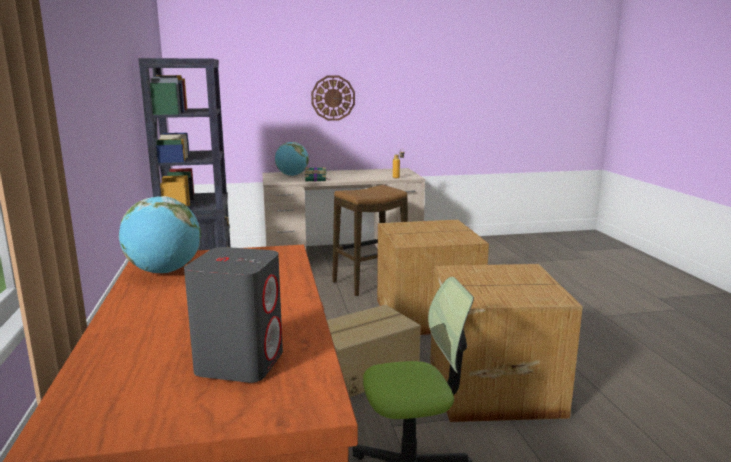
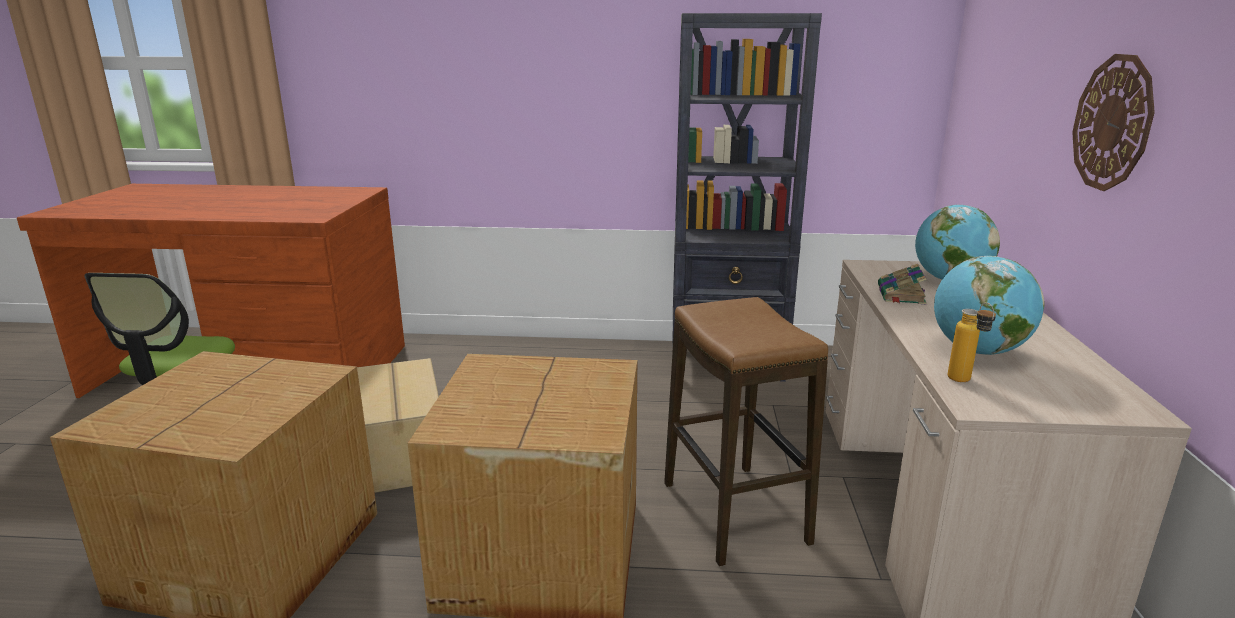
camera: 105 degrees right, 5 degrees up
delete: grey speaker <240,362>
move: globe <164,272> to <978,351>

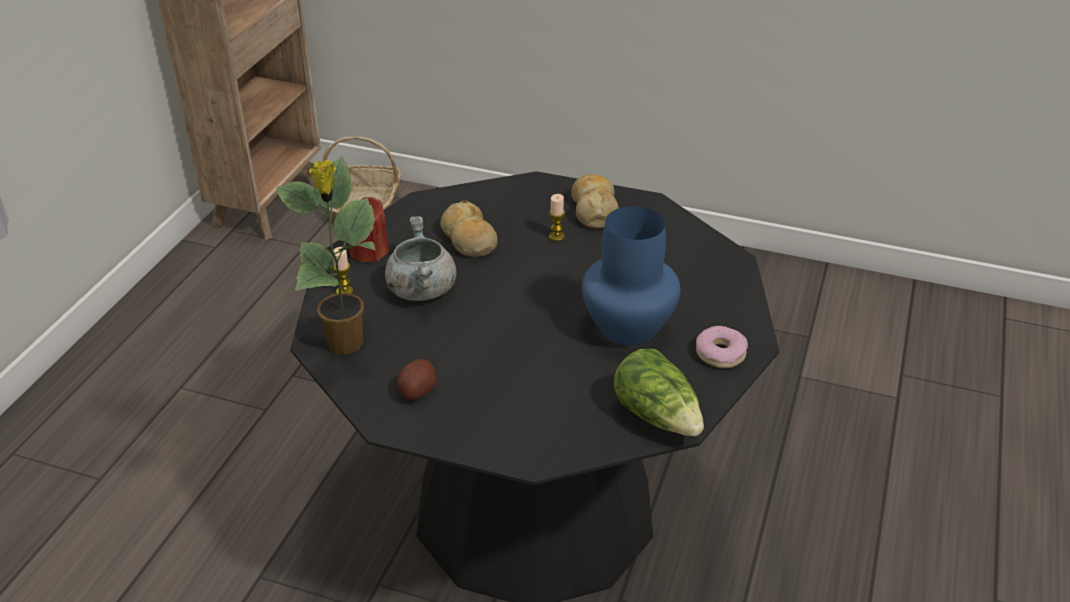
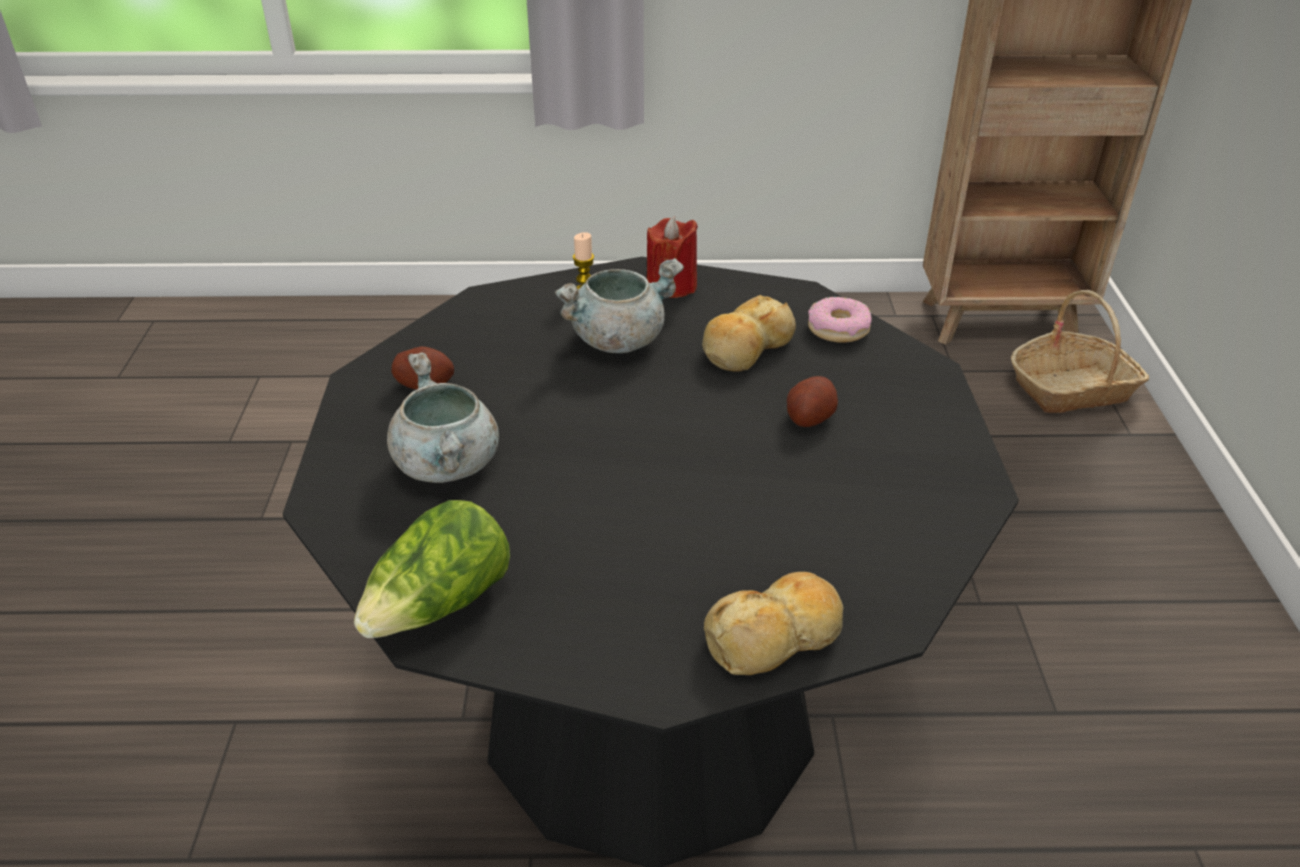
camera: 70 degrees right, 0 degrees up
delete: potted plant <346,345>; blue vase <627,326>
insert: grey cooking pot <449,465>
move: bread <594,209> to <776,637>; donut <720,353> to <838,329>
replace: candle <556,236> to potato <809,417>

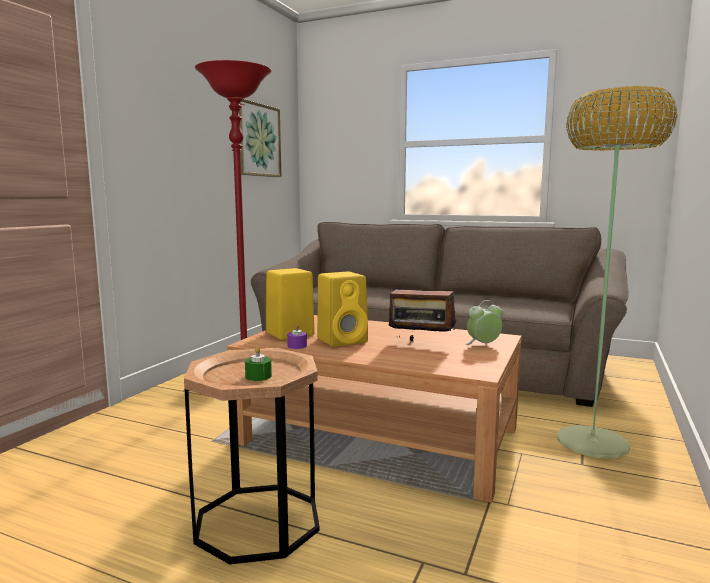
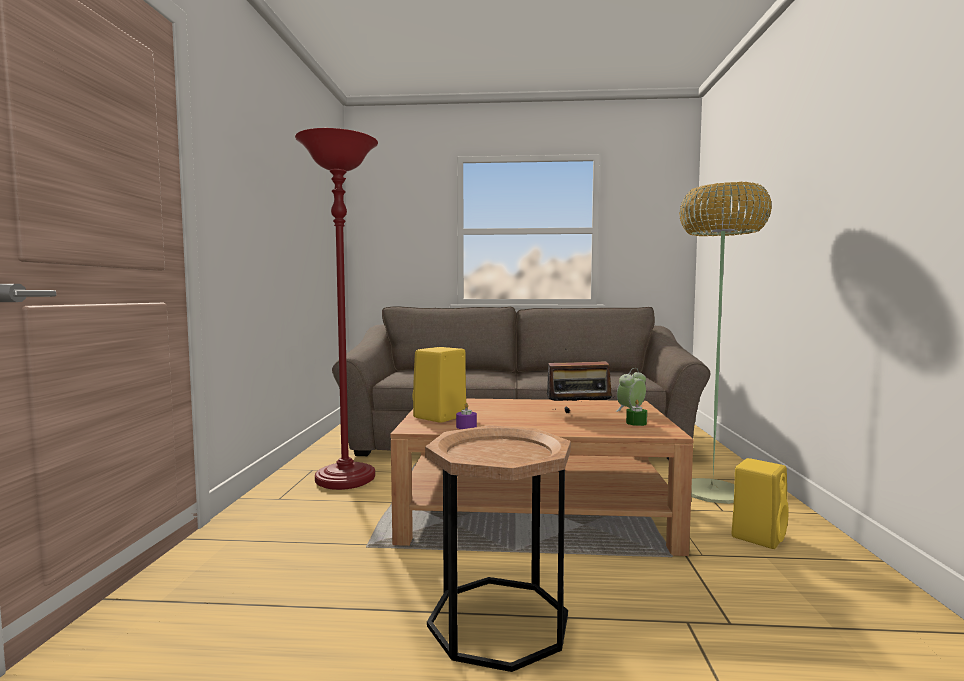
camera: 20 degrees left, 5 degrees down
delete: picture <257,140>
move: green candle <258,376> to <636,423>; yellow speaker <343,340> to <758,535>

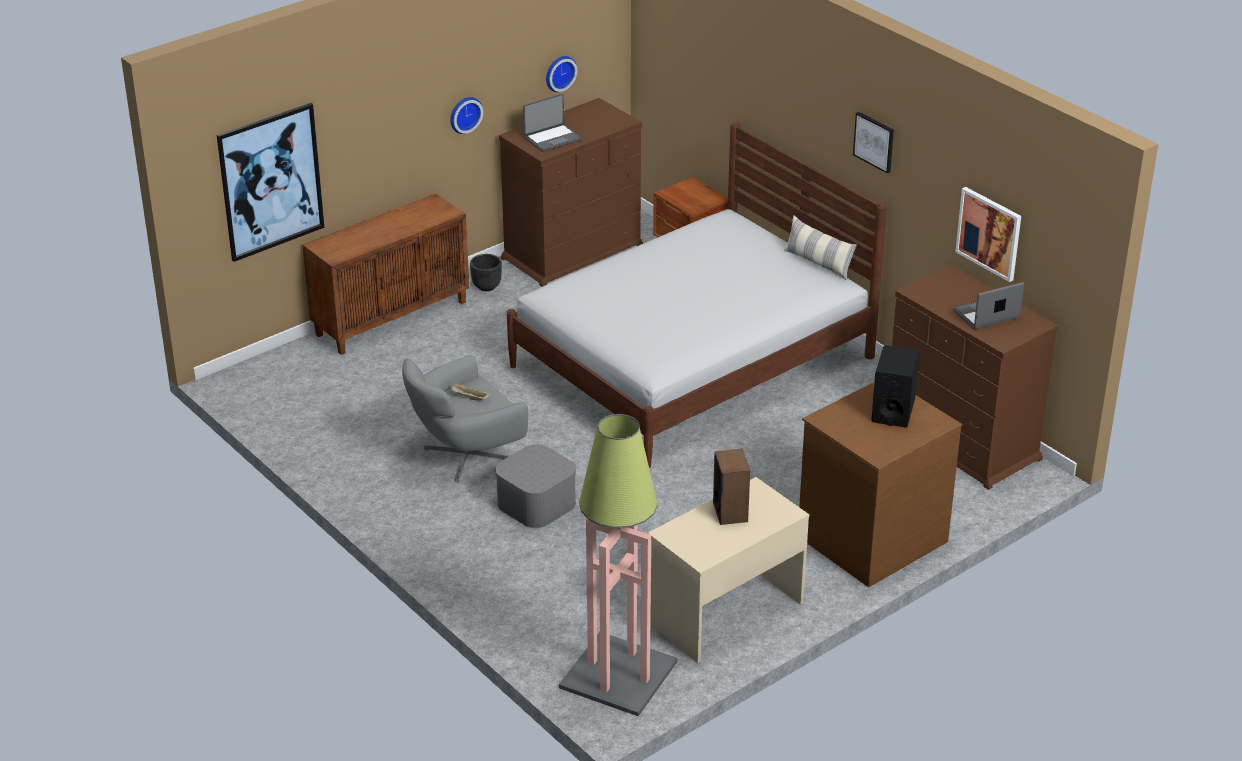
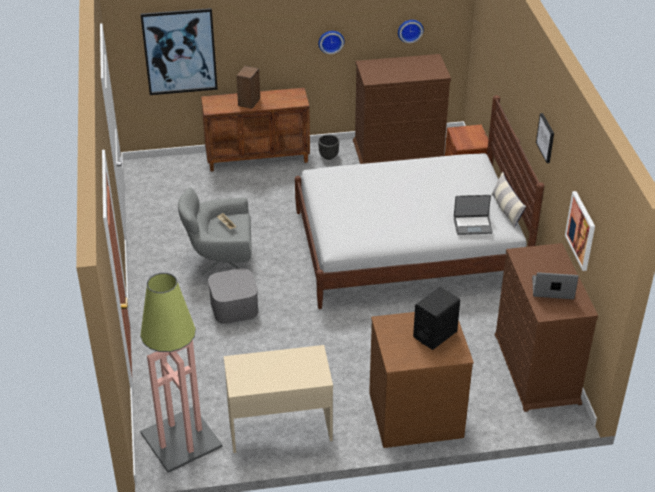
camera: 30 degrees right, 5 degrees up
move: laptop <552,138> to <472,225>; speaker <730,512> to <249,102>

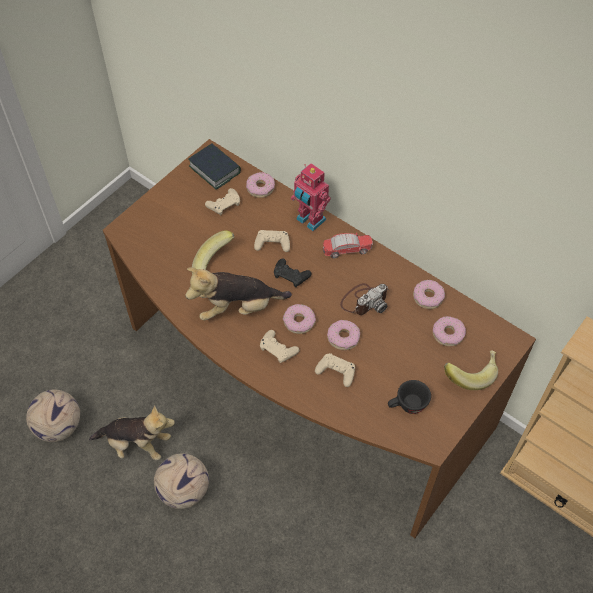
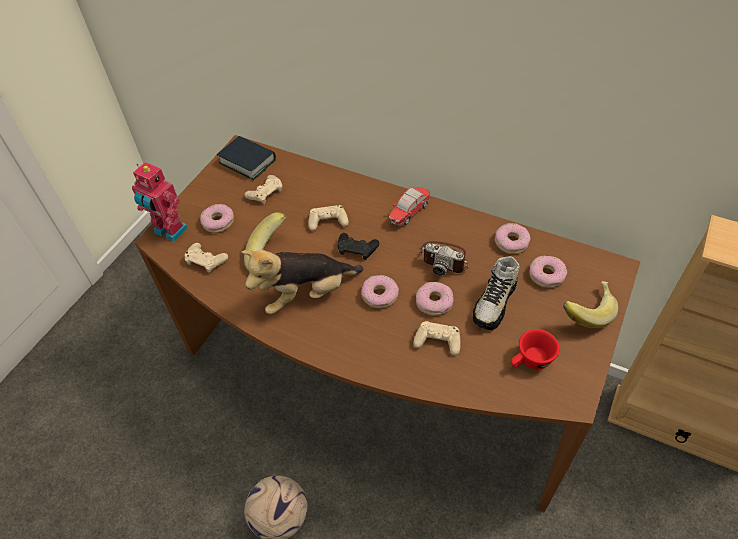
camera: 10 degrees left, 5 degrees down
delete: football <58,427>; plush toy <136,444>
insert: shoe <494,303>
move: donut <260,188> to <218,222>; beige game controller <278,349> to <206,260>; toy robot <309,220> to <169,231>
recolor: black cup <407,405> to red cup <530,361>
rotate: toy car <346,250> = <409,213> 150 degrees clockwise; photo camera <364,300> = <444,259> 75 degrees clockwise

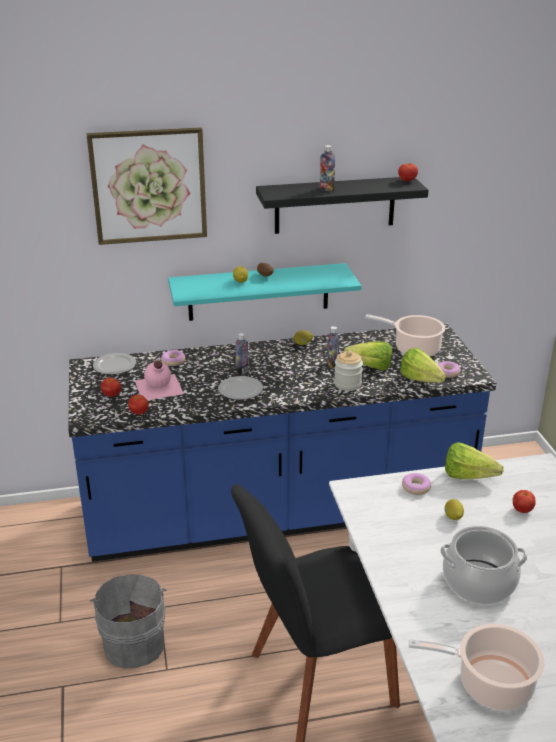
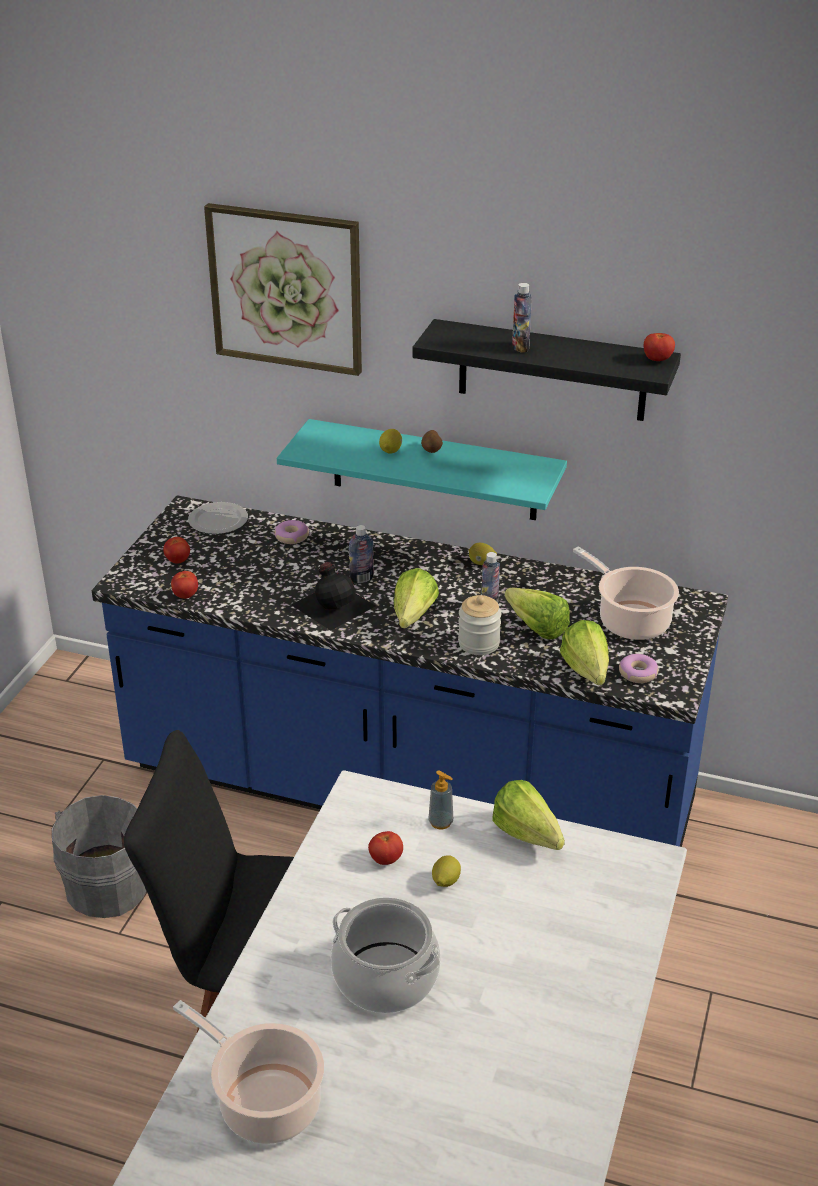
camera: 30 degrees right, 5 degrees up
delete: pink bottle <158,387>
insert: lettuce <410,620>
move: tomato <522,510> to <386,859>
replace: plate <240,389> to black bottle <333,604>; donut <416,487> to soap dispenser <440,822>

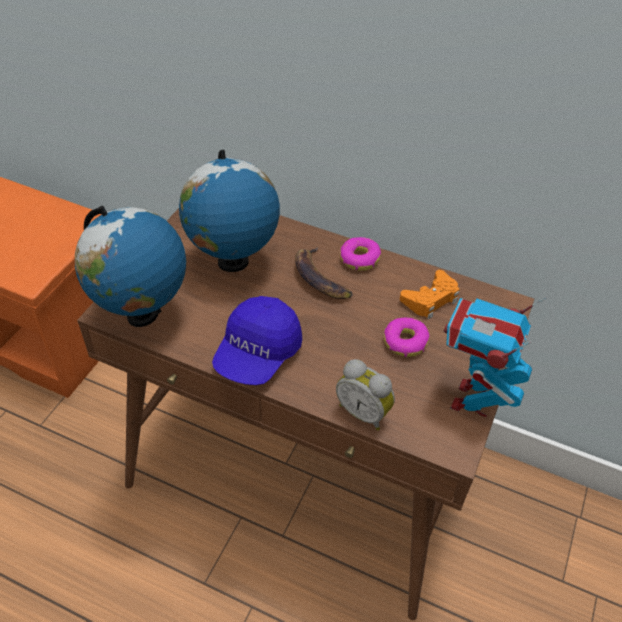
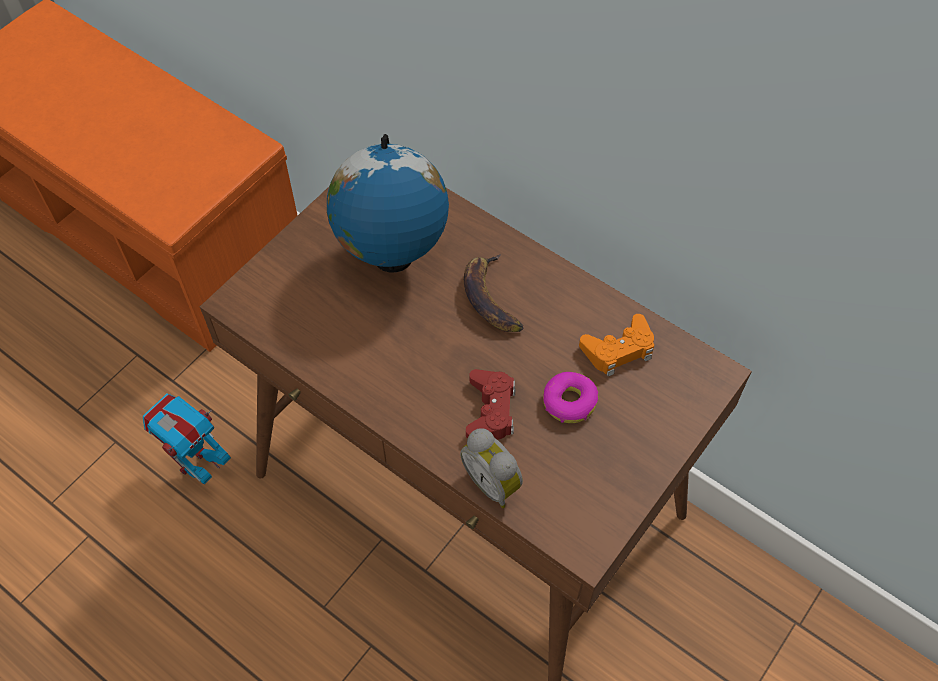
camera: 15 degrees right, 10 degrees up
delete: globe <142,315>; blue cap <257,354>; donut <359,259>
insert: red game controller <491,410>
move: toy robot <472,400> to <200,467>

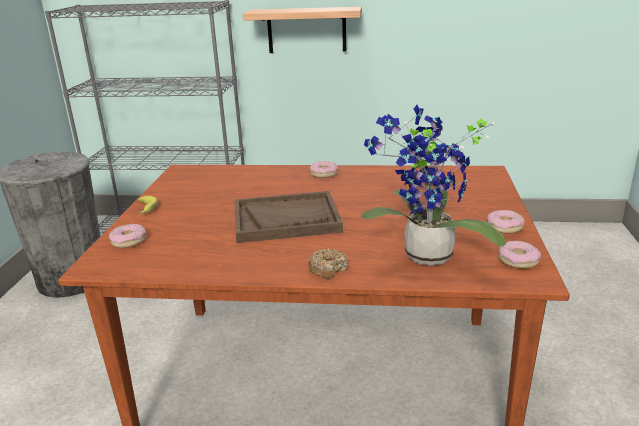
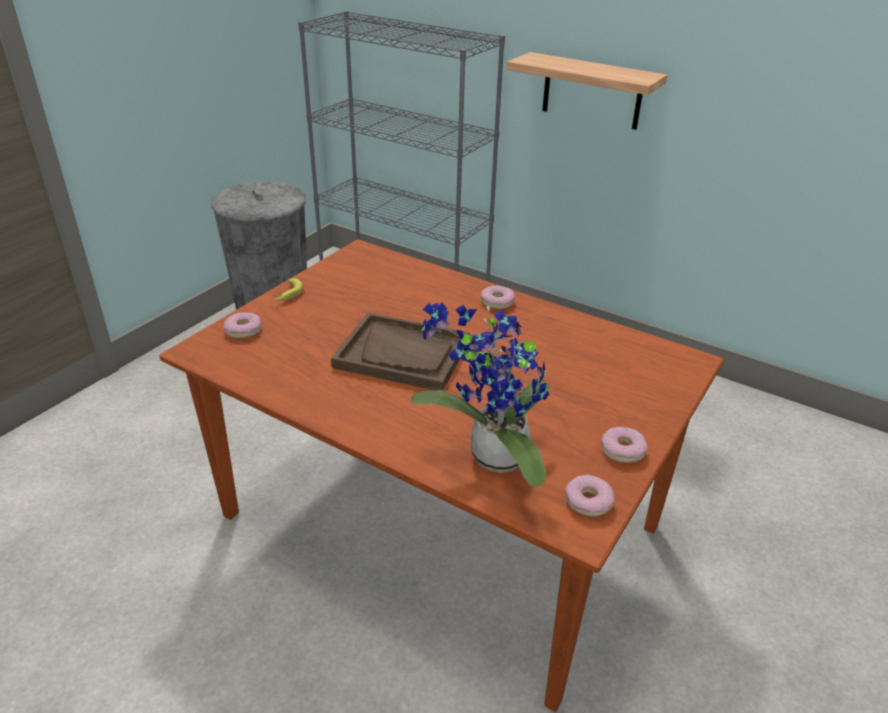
camera: 25 degrees right, 10 degrees up
delete: donut <328,269>

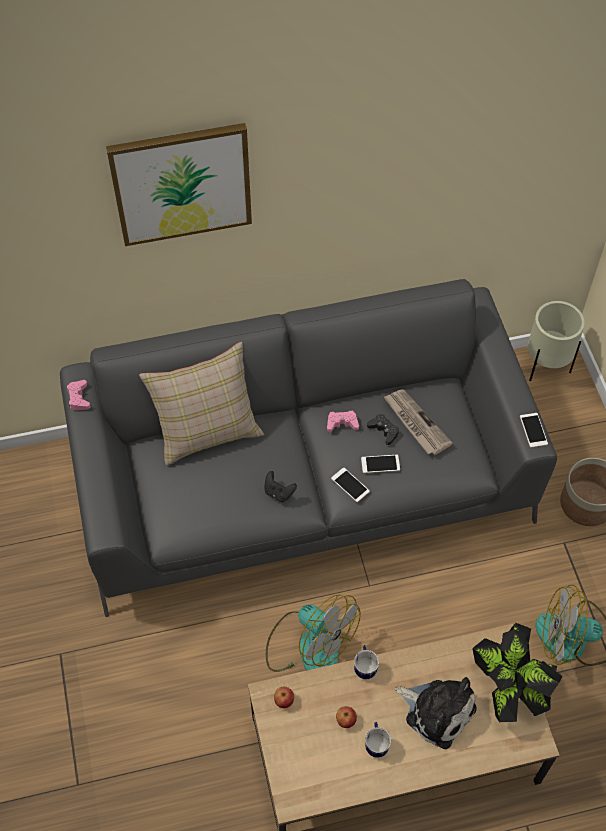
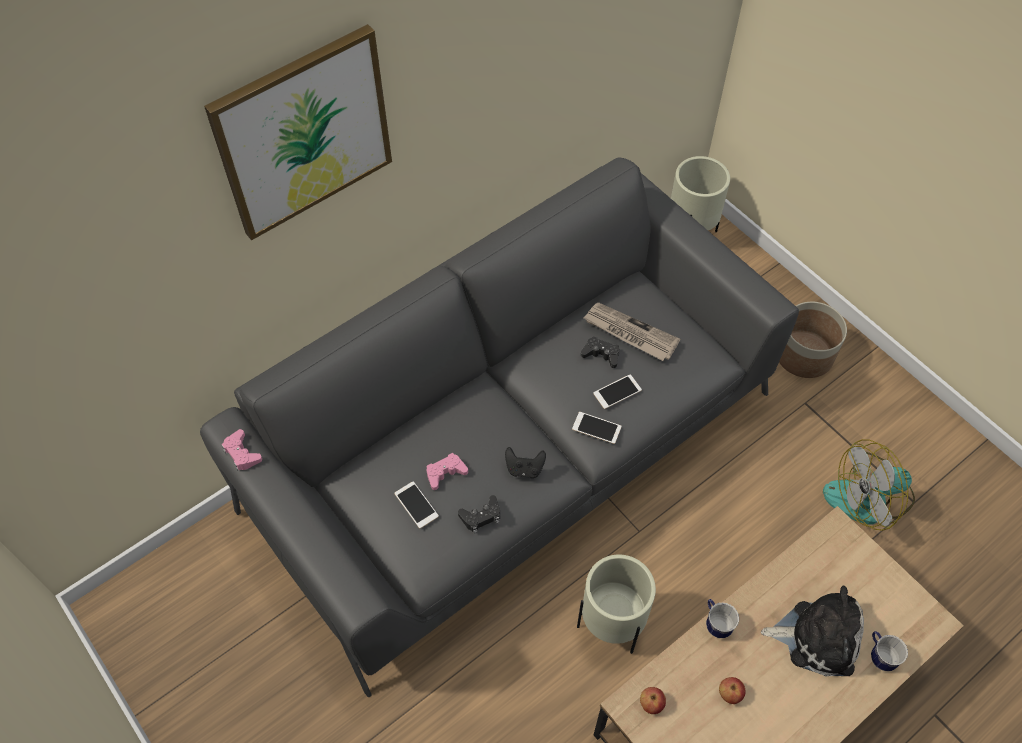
camera: 25 degrees left, 0 degrees up
delete: beige pillow <206,428>; potted plant <509,688>
insert: black game controller <481,516>
move: pink game controller <342,423> to <445,473>; mug <376,744> to <879,655>; phone <533,430> to <416,505>
replace: fan <309,645> to beige planter <611,625>

